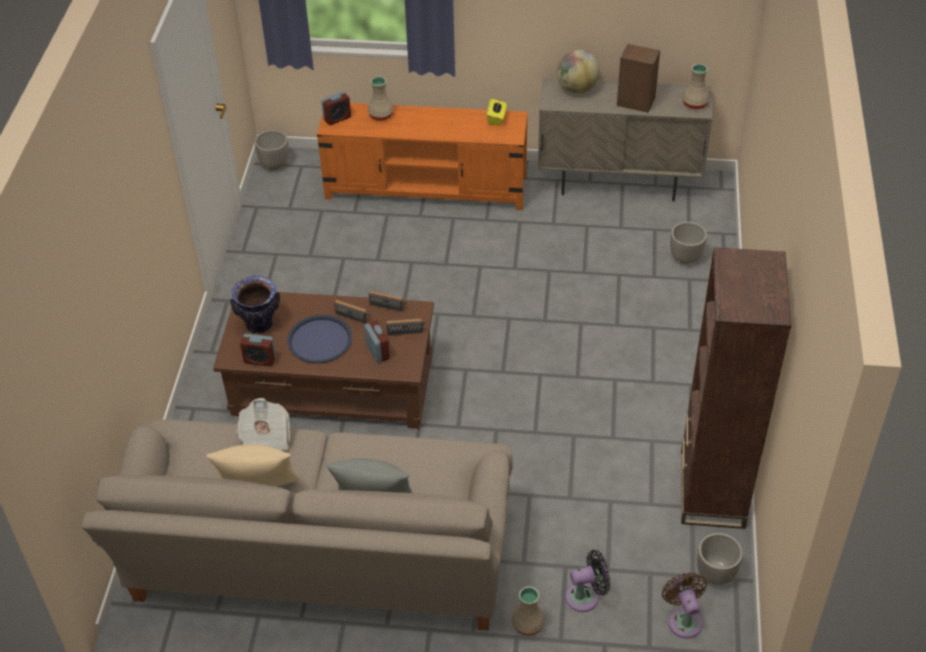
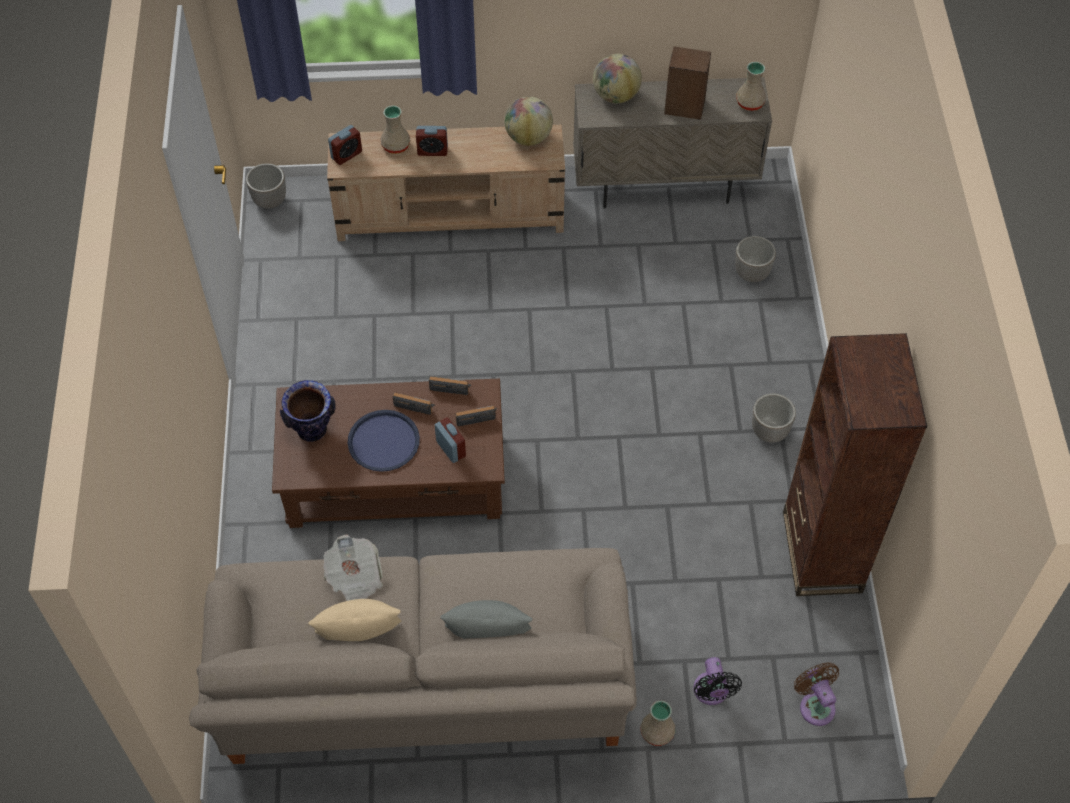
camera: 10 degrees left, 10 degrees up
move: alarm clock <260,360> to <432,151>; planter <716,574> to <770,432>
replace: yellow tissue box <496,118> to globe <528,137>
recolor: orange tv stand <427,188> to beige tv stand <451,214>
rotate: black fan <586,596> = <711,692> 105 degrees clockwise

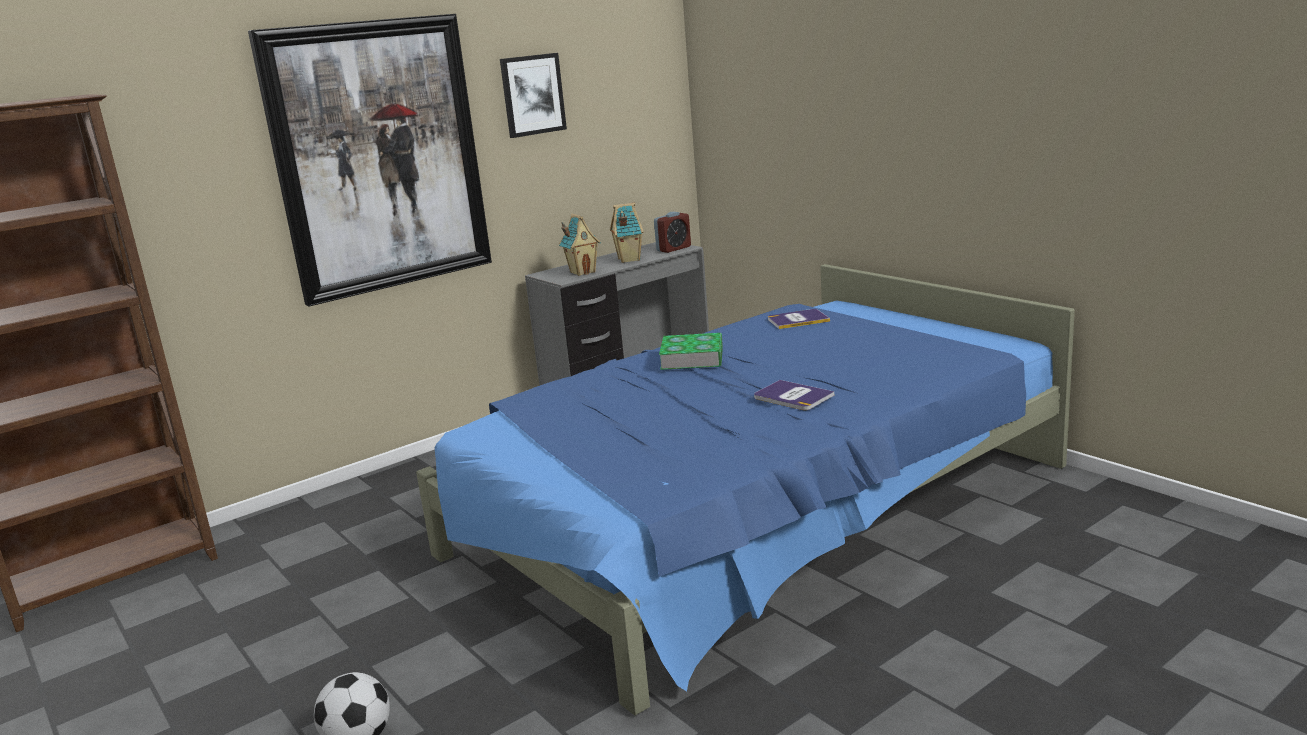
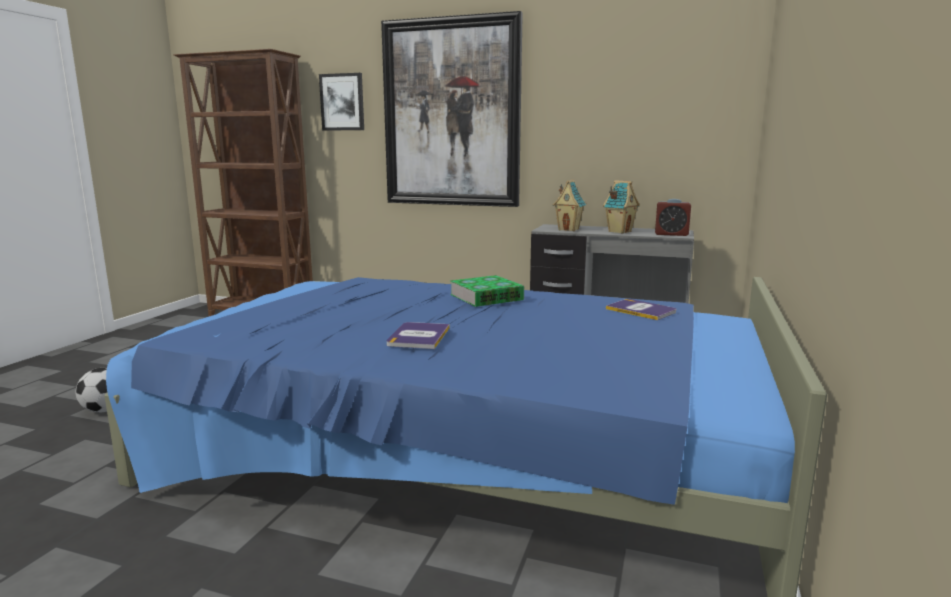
camera: 55 degrees right, 5 degrees down
move: picture <532,95> to <342,102>

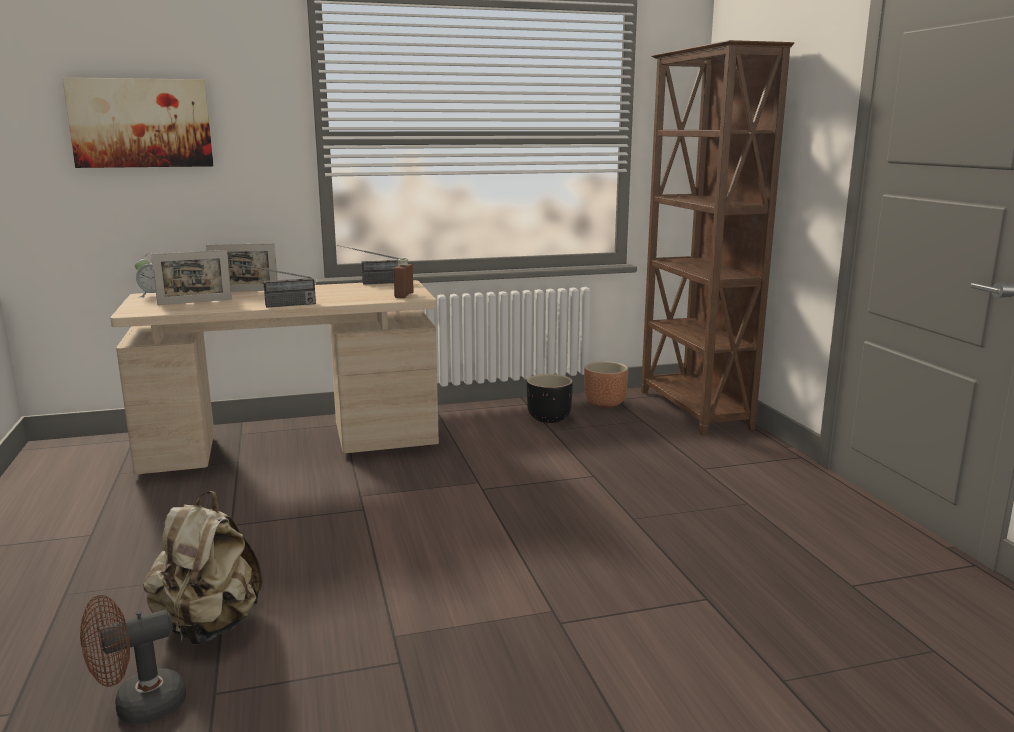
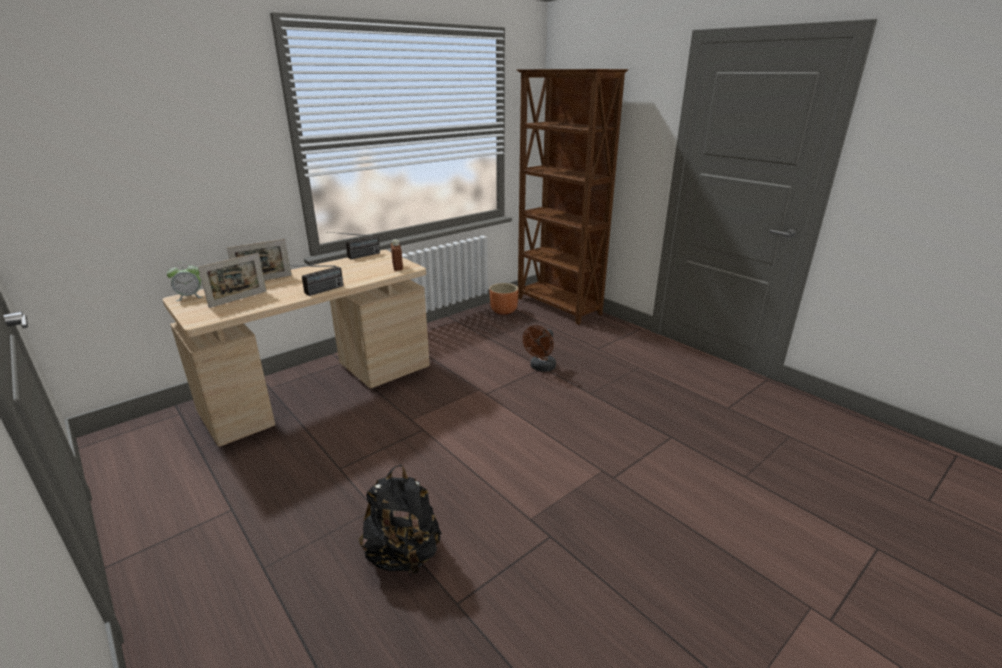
camera: 25 degrees left, 10 degrees up
delete: picture <141,123>; black planter <549,418>
move: brown fan <138,707> to <540,368>
recolor: beige backpack <209,626> to black backpack <403,555>

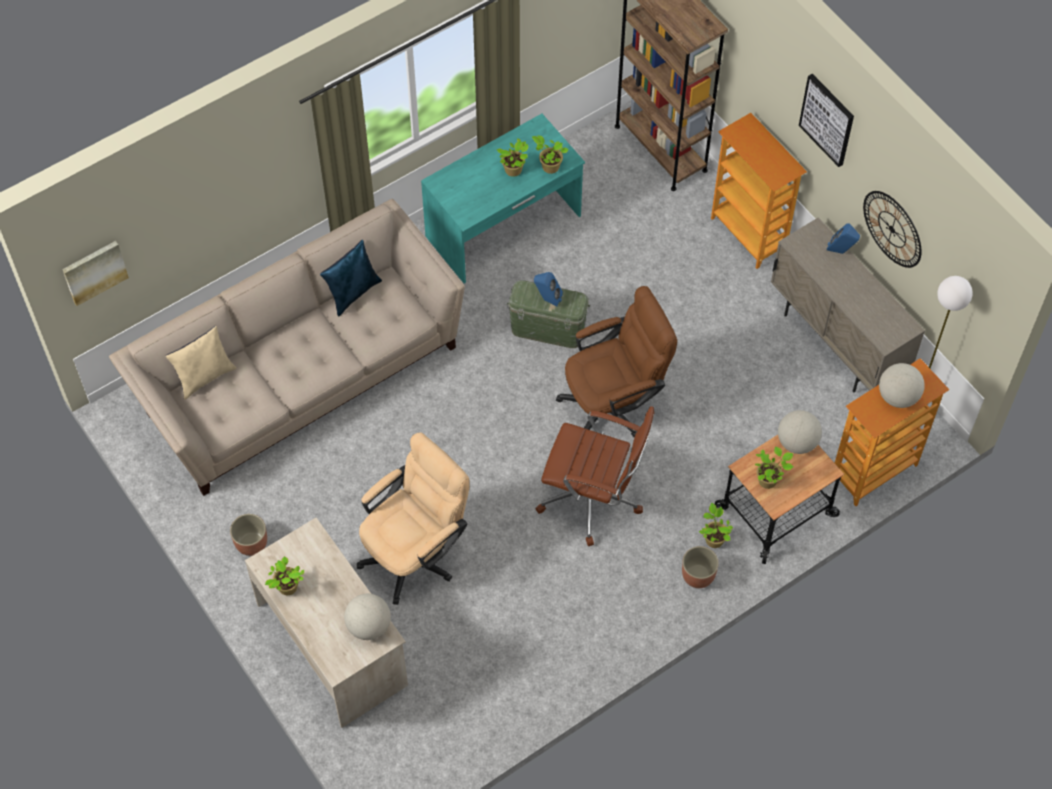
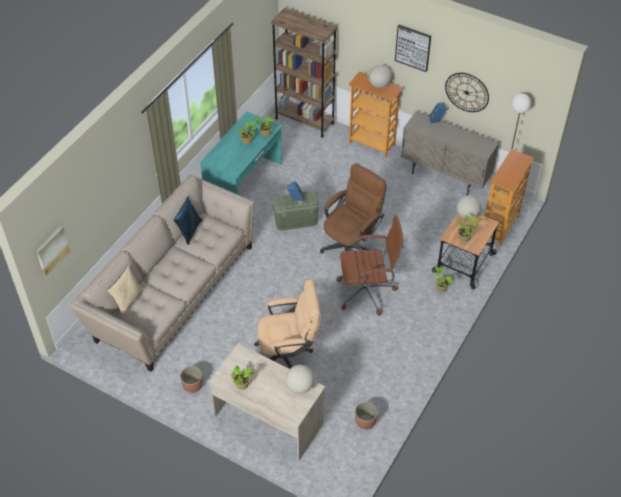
camera: 25 degrees left, 10 degrees down
move: planter <698,575> to <365,421>; globe <897,396> to <379,85>
rotate: beige office chair <416,553> = <288,354> 60 degrees clockwise

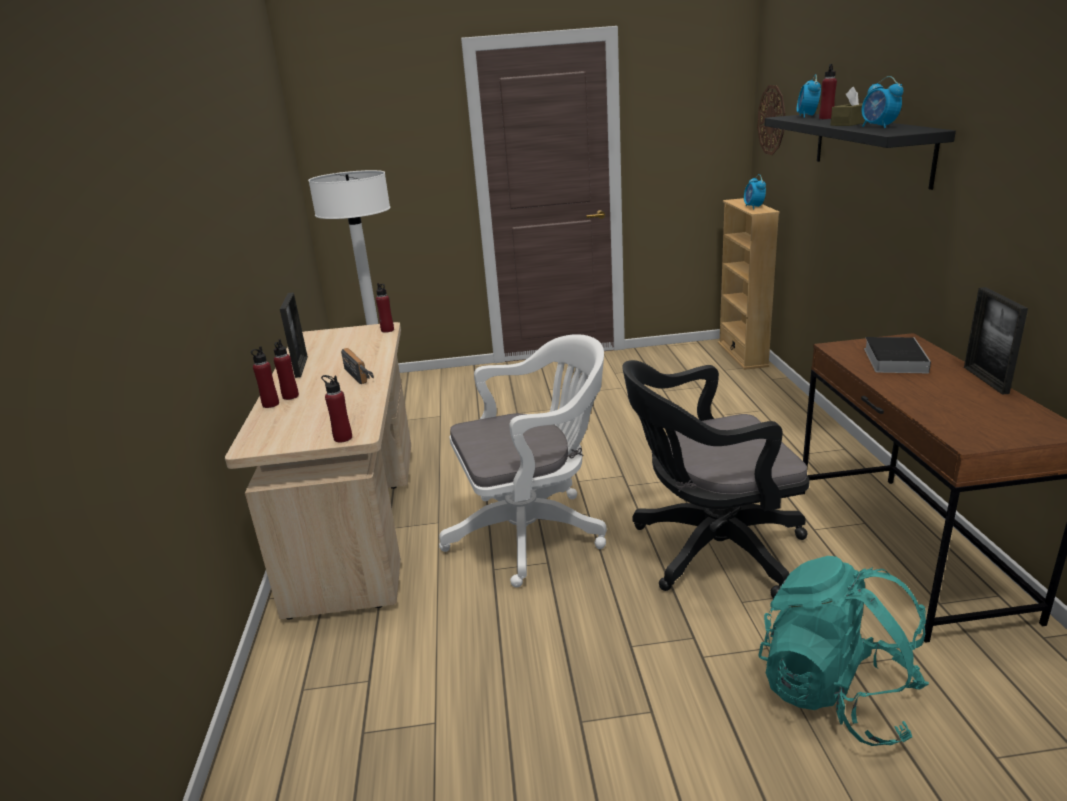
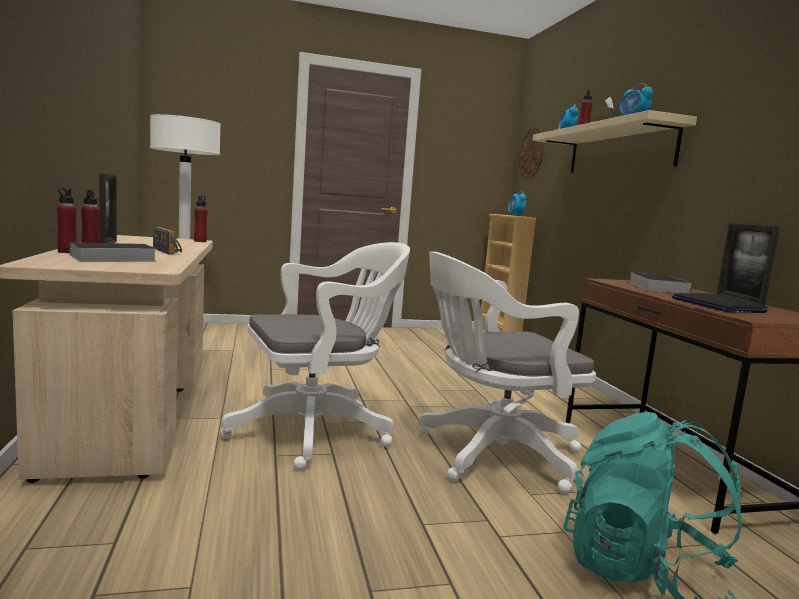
camera: 10 degrees left, 15 degrees down
delete: red bottle <343,438>
insert: book <110,258>; laptop <716,305>
recolor: black office chair <709,550> to white office chair <491,454>; black shelf <870,147> to beige shelf <619,150>

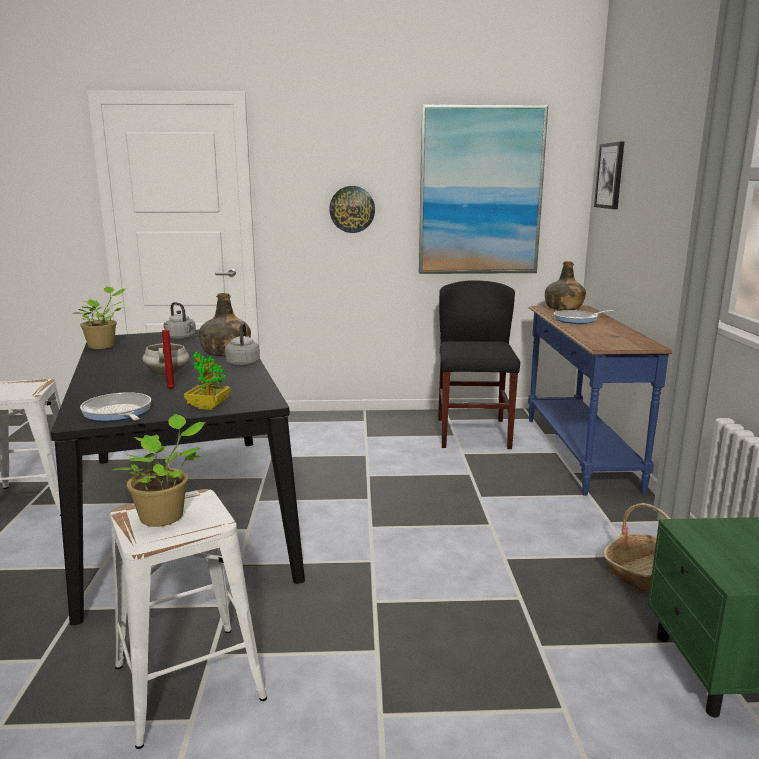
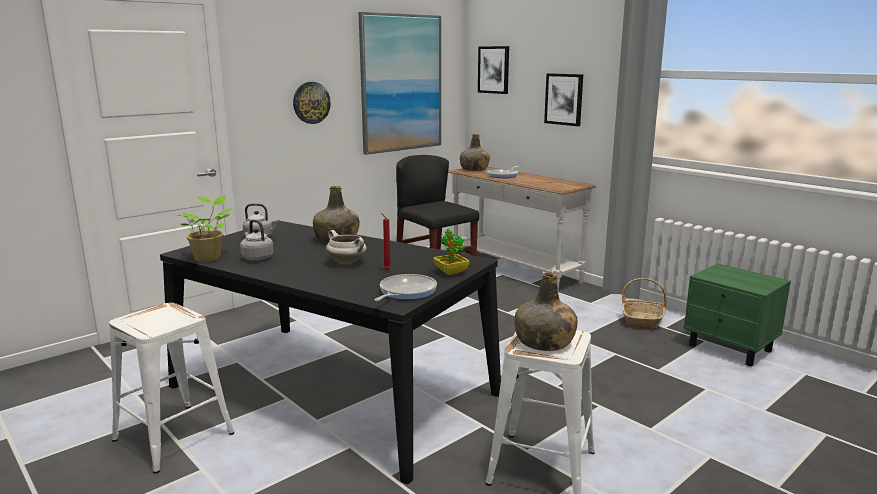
camera: 40 degrees left, 0 degrees up
insert: picture <564,99>
move: grey kettle <243,363> to <256,257>
replace: potted plant <165,516> to green bottle <544,342>
recolor: blue console table <577,452> to white console table <514,271>
rotate: frying pan <118,413> = <405,292> 105 degrees clockwise

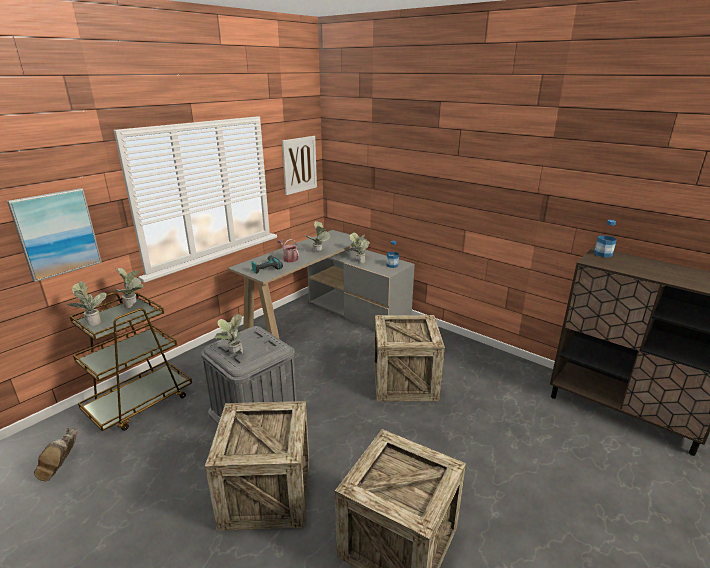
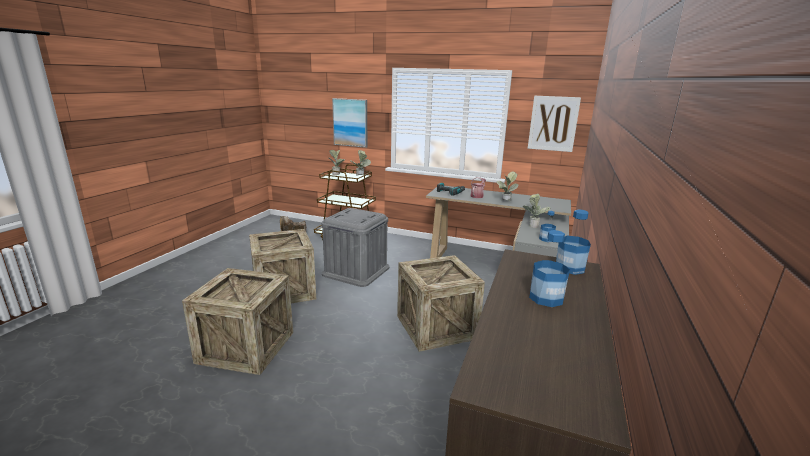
camera: 70 degrees right, 5 degrees down
delete: potted plant <233,354>
insert: bottle <546,298>

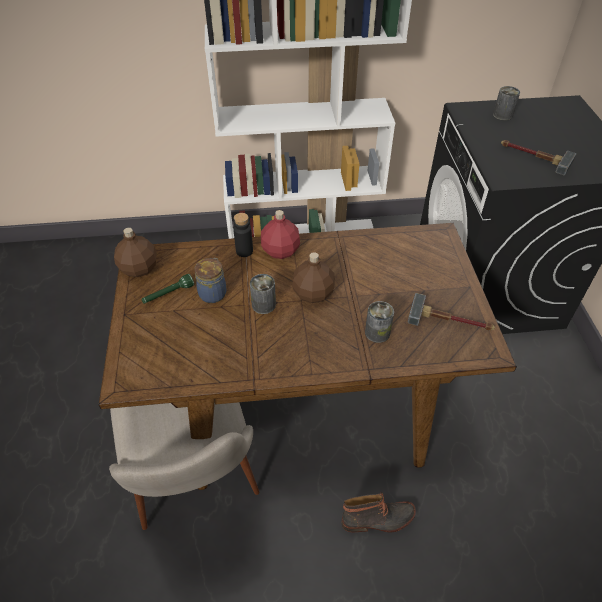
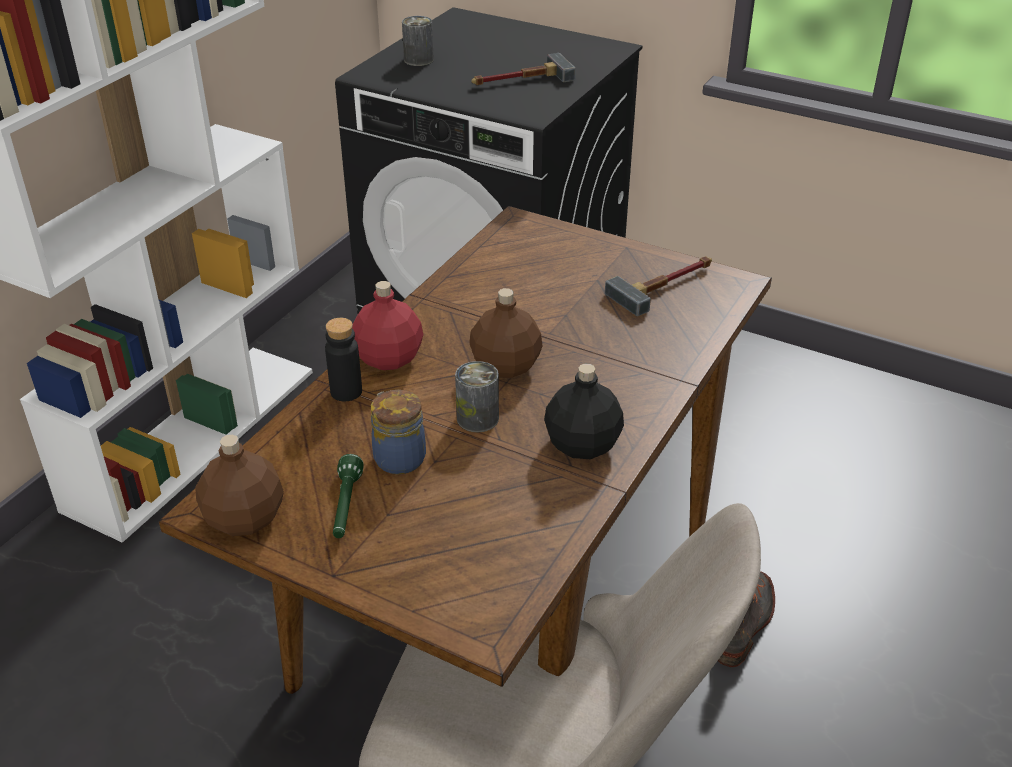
camera: 55 degrees left, 10 degrees down
delete: can <377,332>
insert: black bottle <581,445>

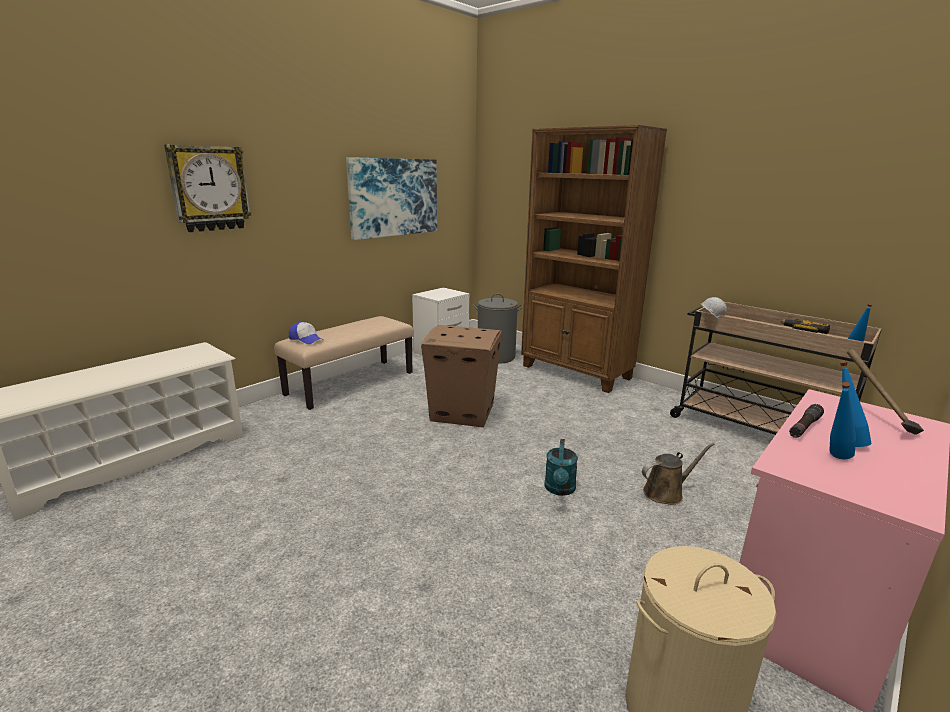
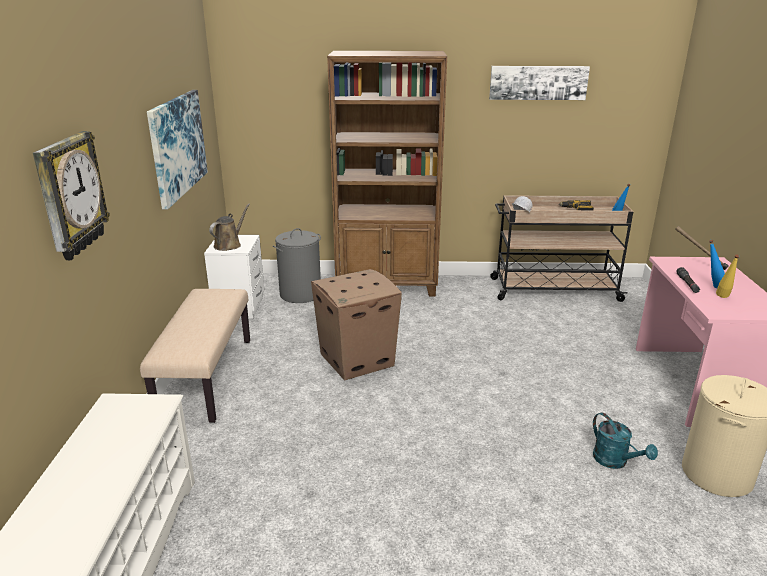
camera: 40 degrees left, 5 degrees up
delete: cap <306,339>
insert: picture <538,82>
move: turquoise watering can <560,490> to <615,461>; brown watering can <666,492> to <229,245>
recolor: blue bottle <834,458> to yellow bottle <723,298>

